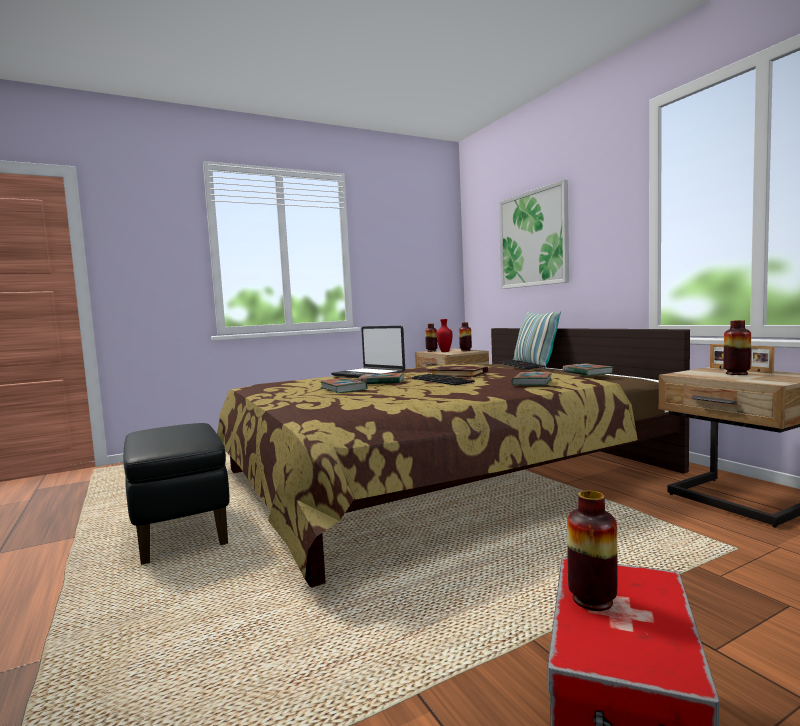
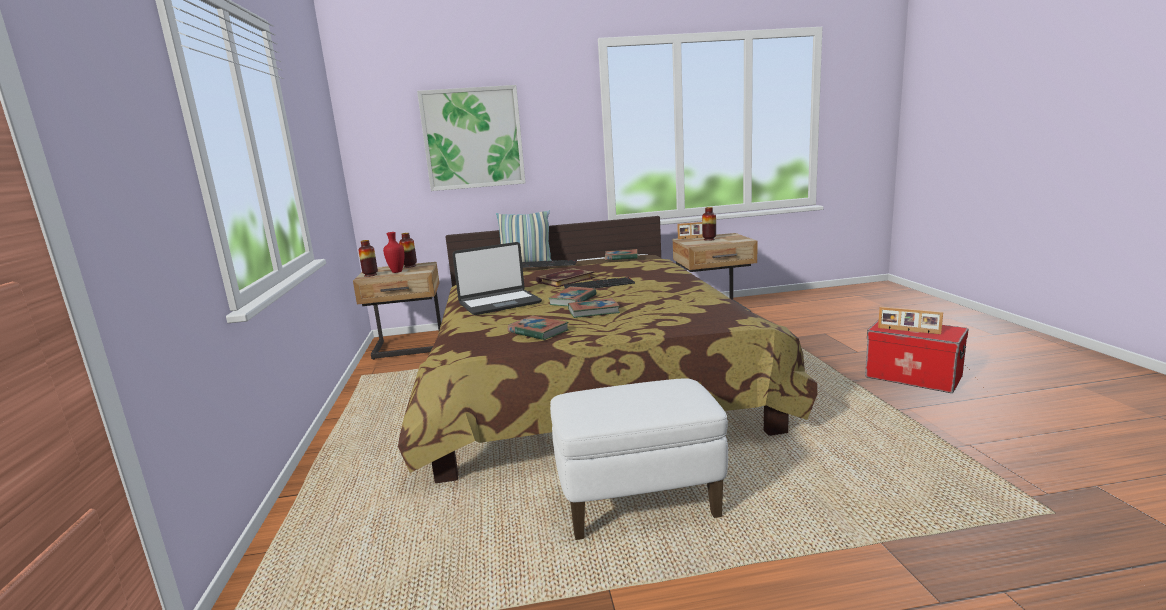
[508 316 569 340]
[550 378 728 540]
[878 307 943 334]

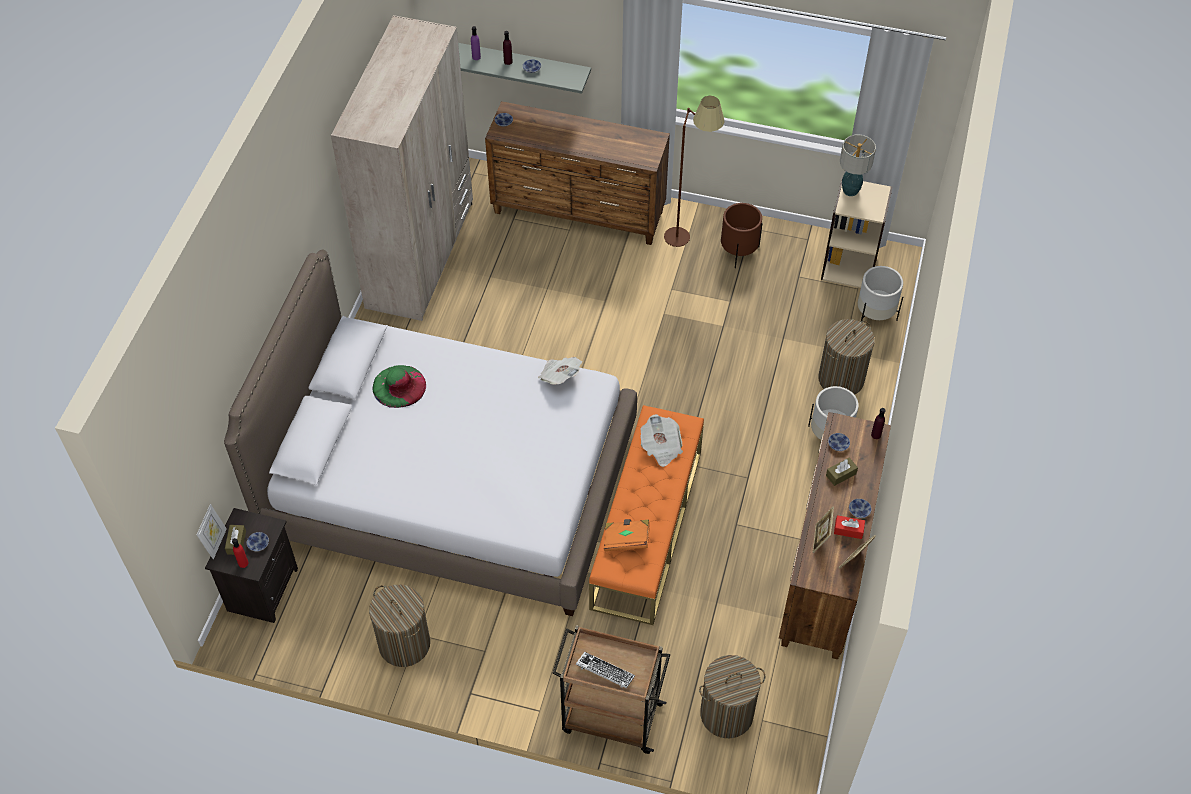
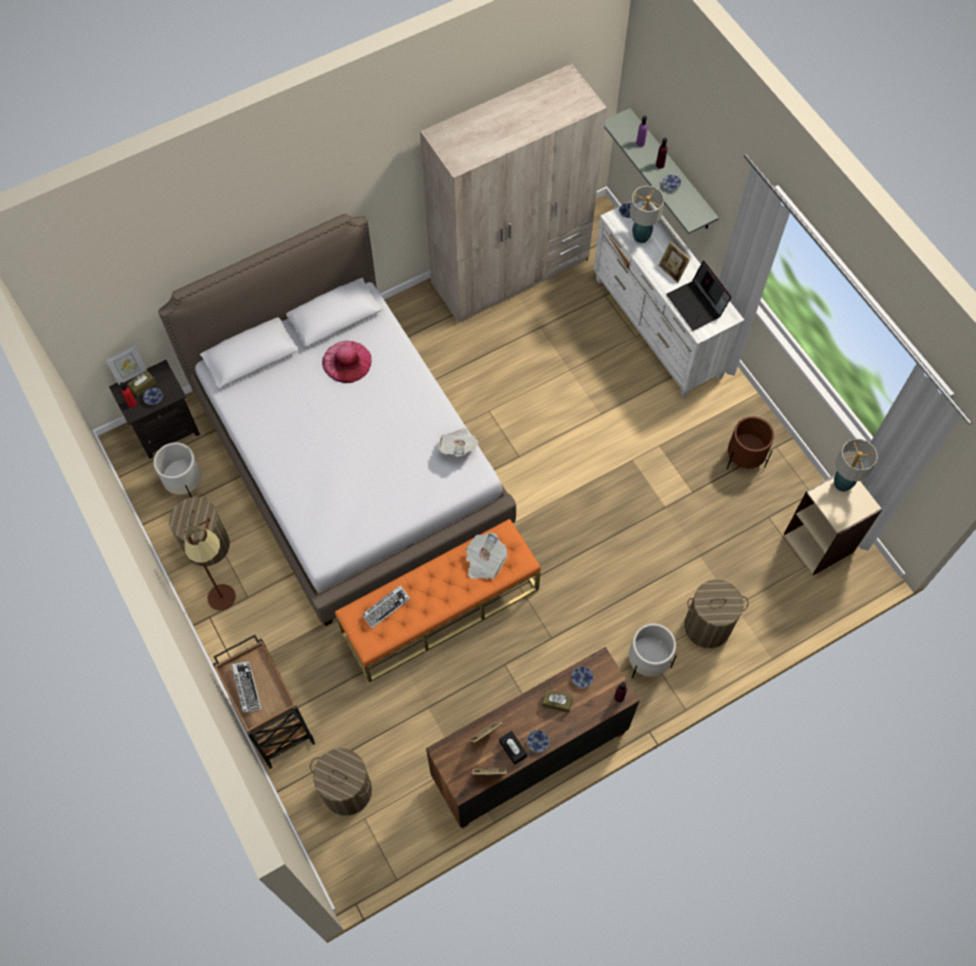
[184 517 236 611]
[594 201 744 398]
[153 442 202 497]
[322 341 372 383]
[499 731 527 765]
[362 585 410 628]
[629 186 664 243]
[658 241 690 283]
[666 261 732 330]

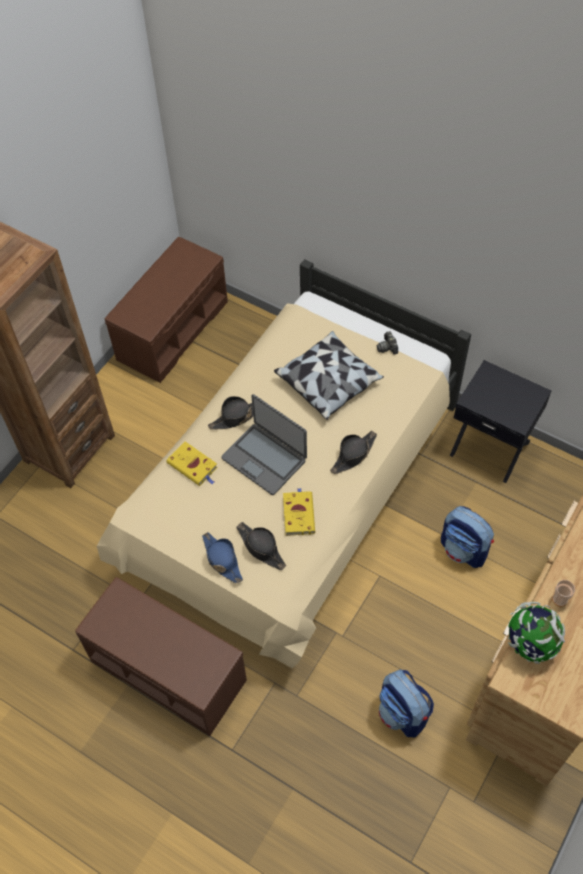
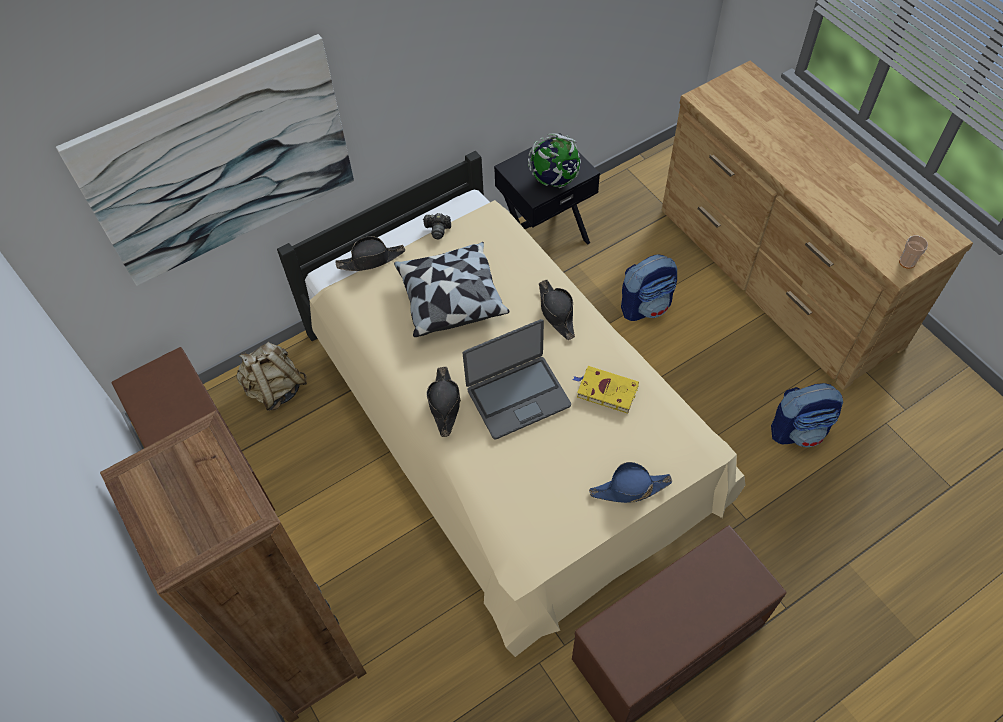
[166 441 218 486] (first image)
[335 236 405 271]
[899 235 928 269]
[528 133 581 188]
[56 34 354 286]
[237 342 307 411]

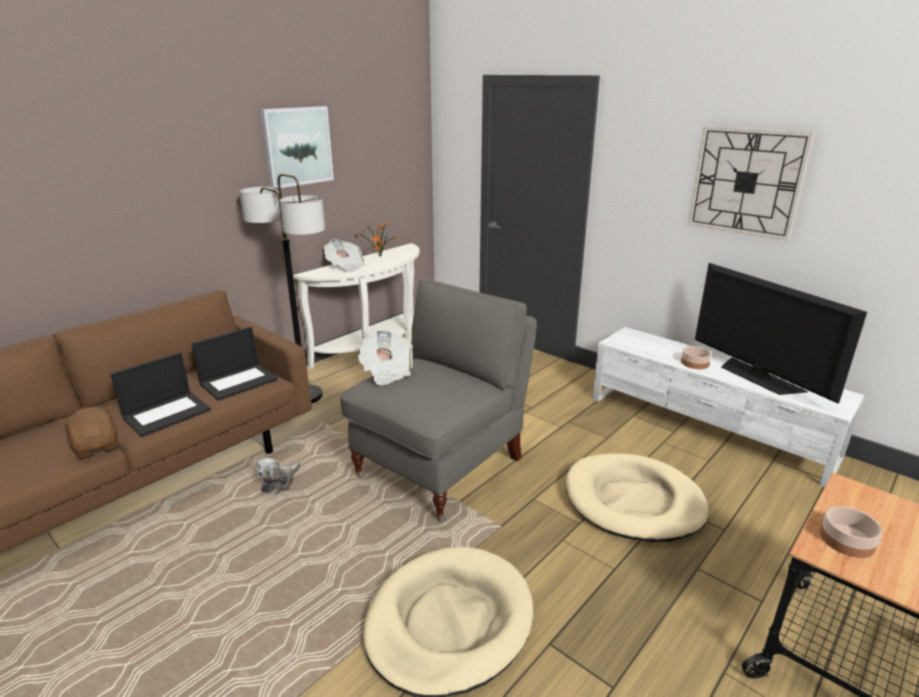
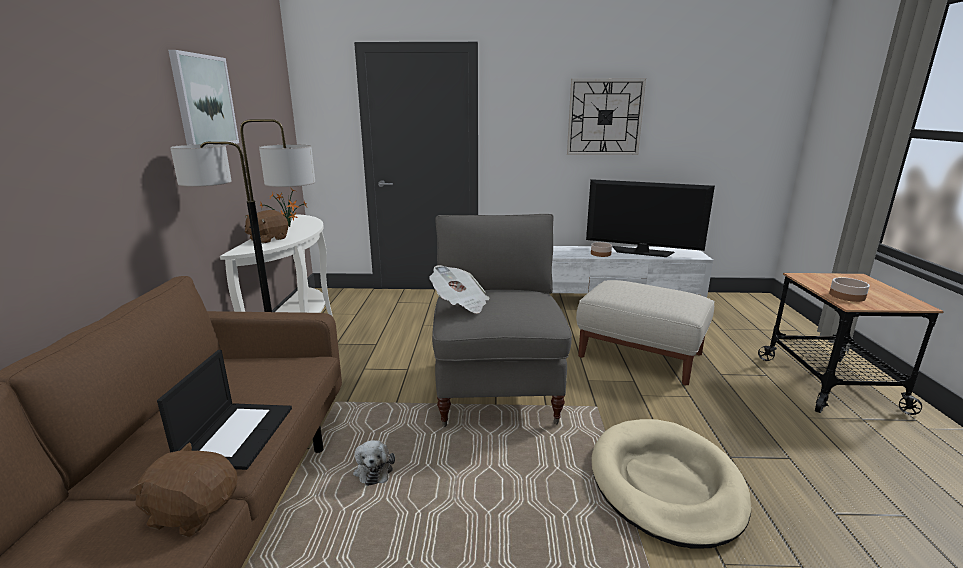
[245 210 288 244]
[191 327 278 400] (first image)
[576 280 715 385]

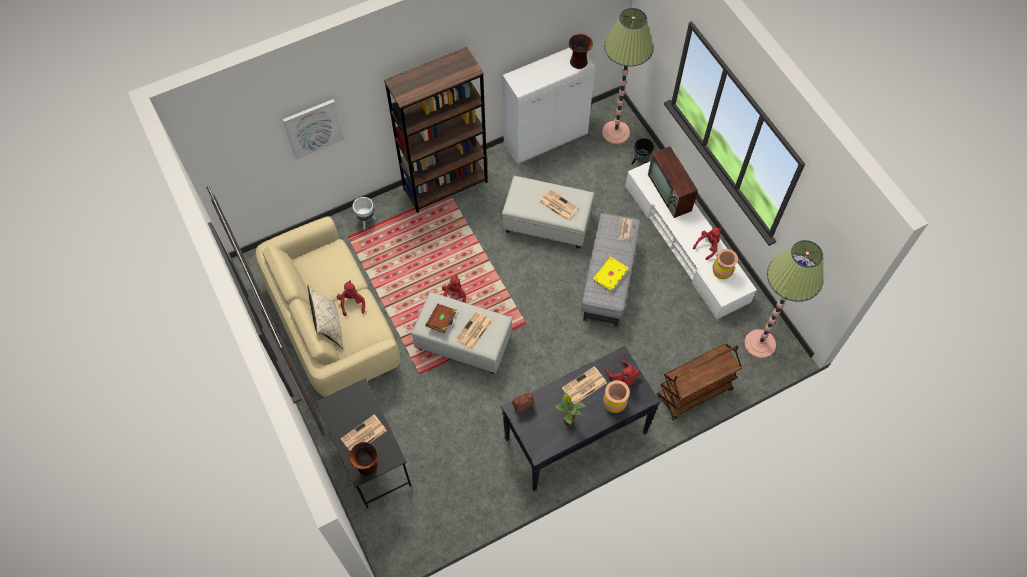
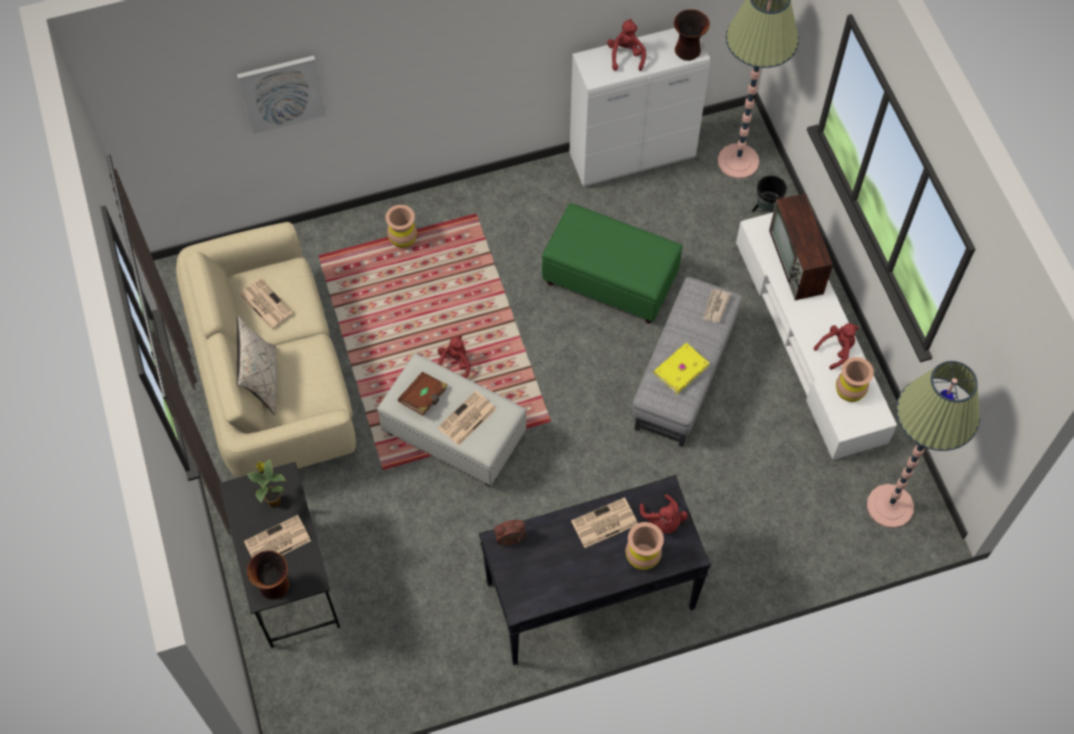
[384 47 488 213] (first image)
[542 203 683 324]
[239 278 293 330]
[353 197 376 230] (first image)
[607 19 646 71]
[657 343 742 420] (first image)
[246 458 286 507]
[385 205 417 248]

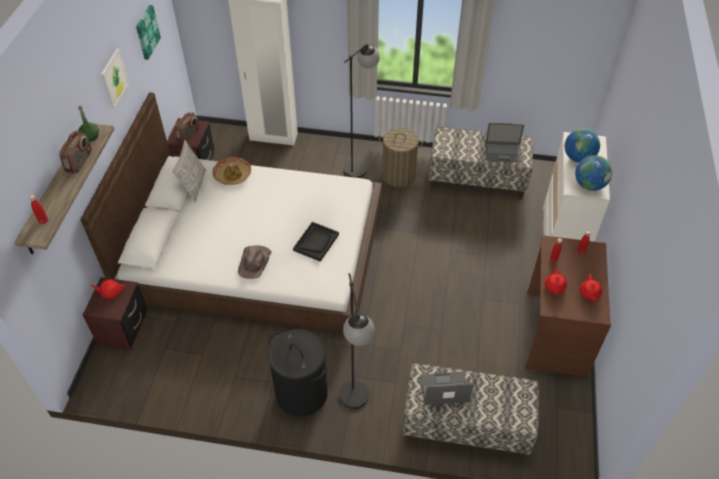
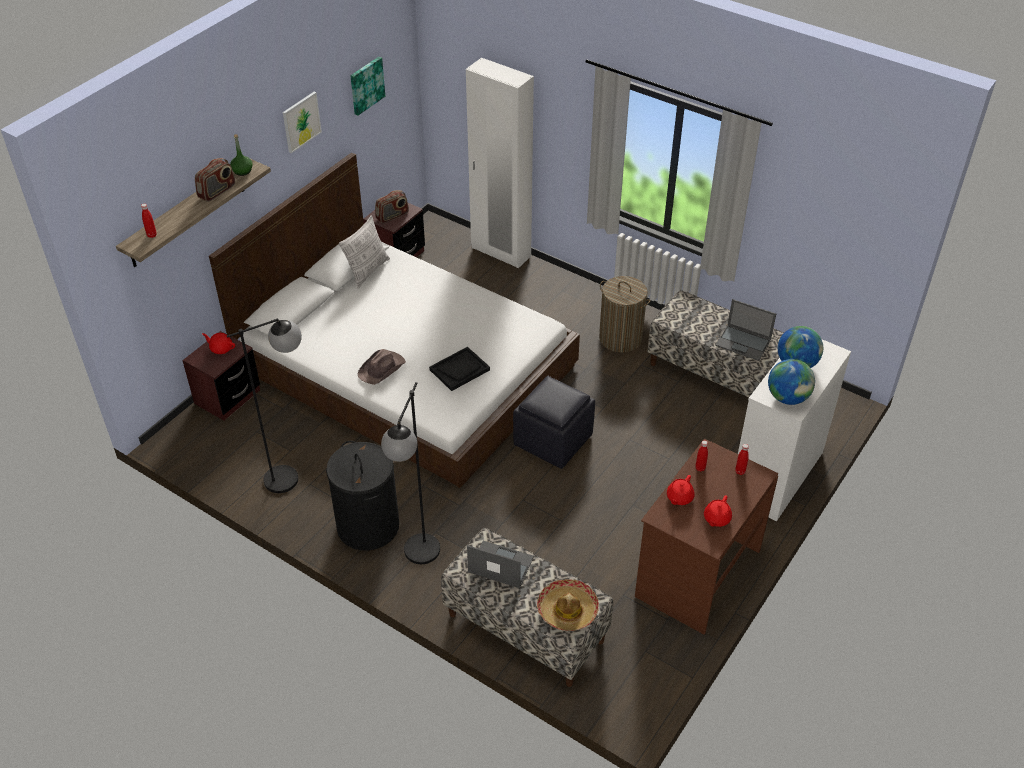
[227 318 302 493]
[537 579 599 631]
[513 376 595 469]

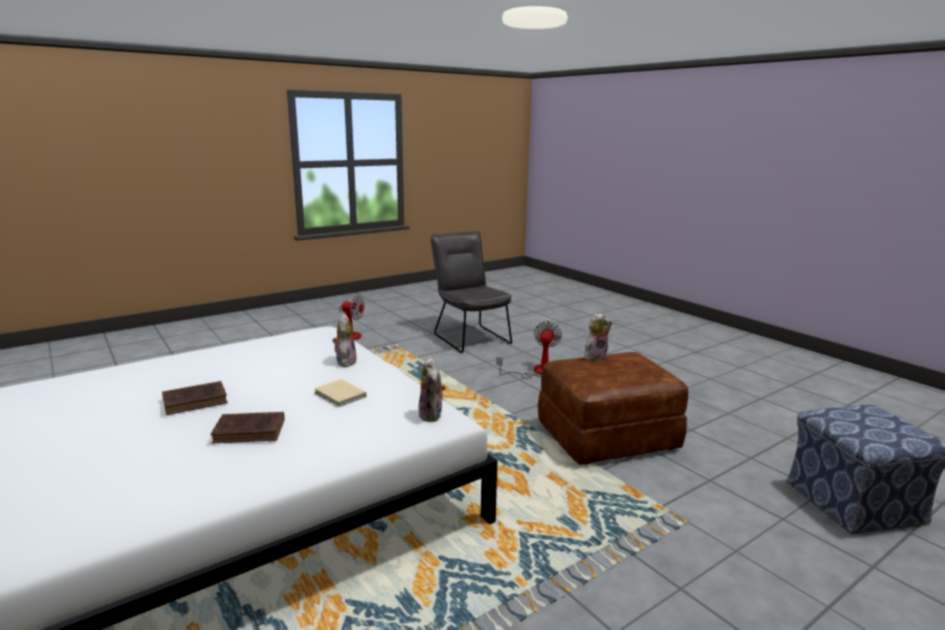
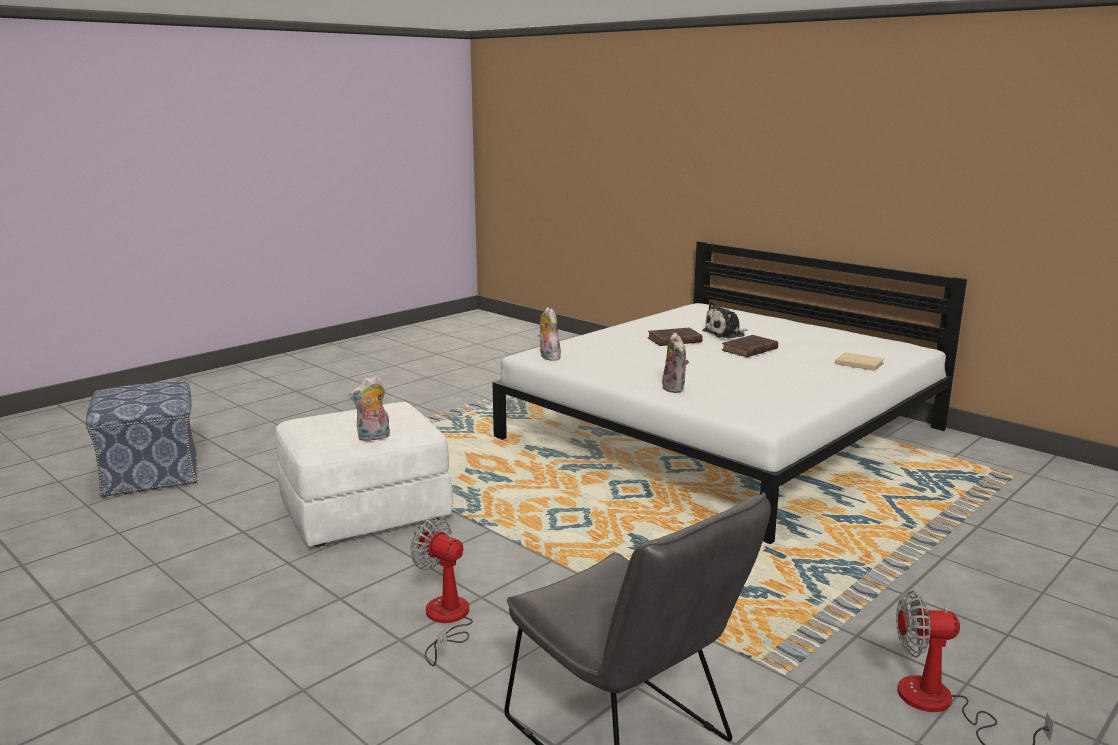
[410 516 473 666]
[275 402 453 547]
[835 352 884 371]
[702 301 747 339]

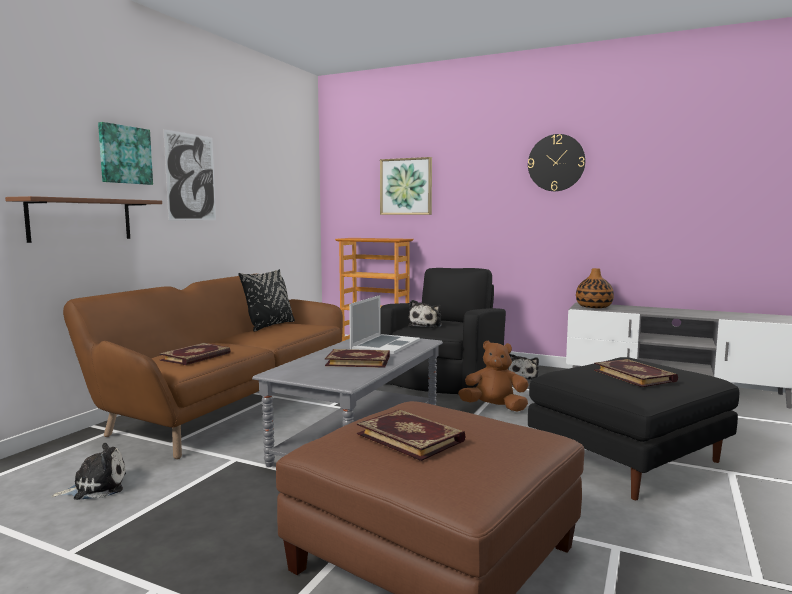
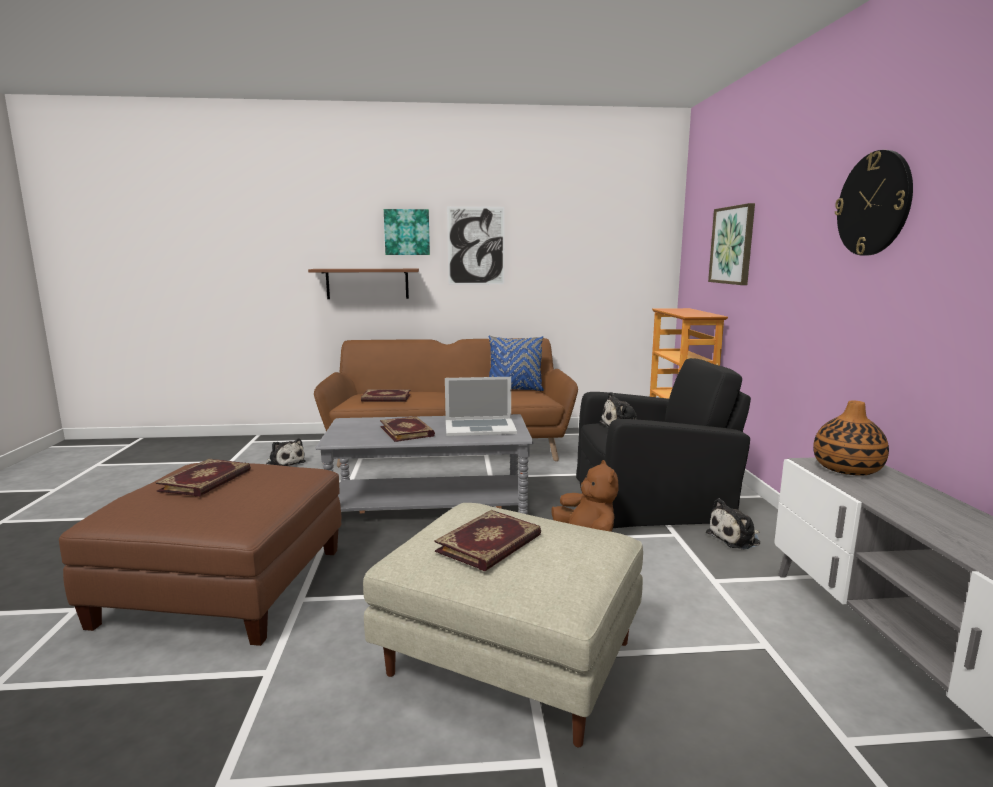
[489 335 544 391]
[363 503 643 747]

